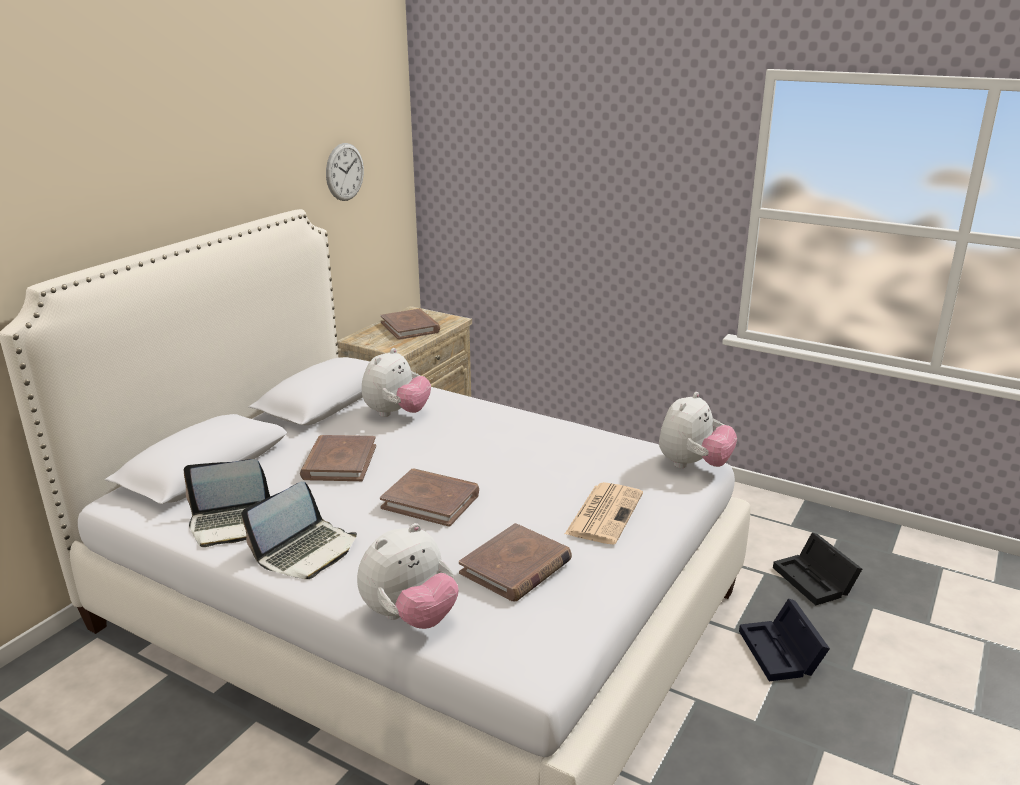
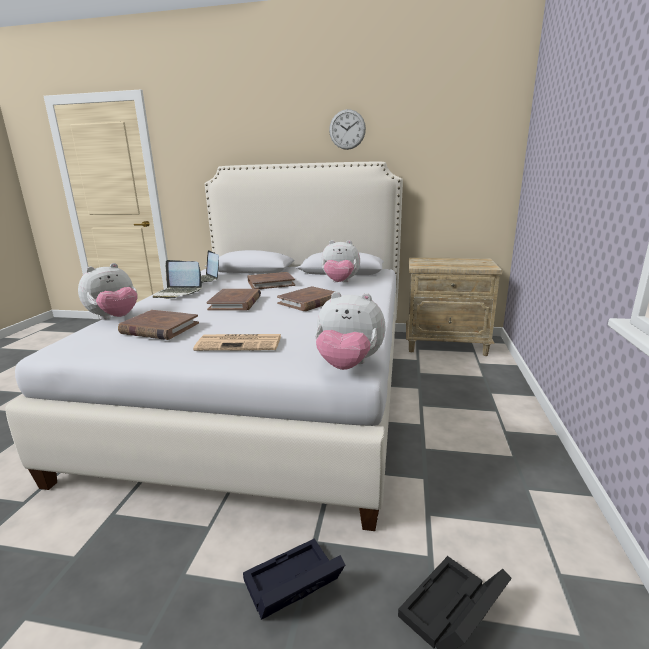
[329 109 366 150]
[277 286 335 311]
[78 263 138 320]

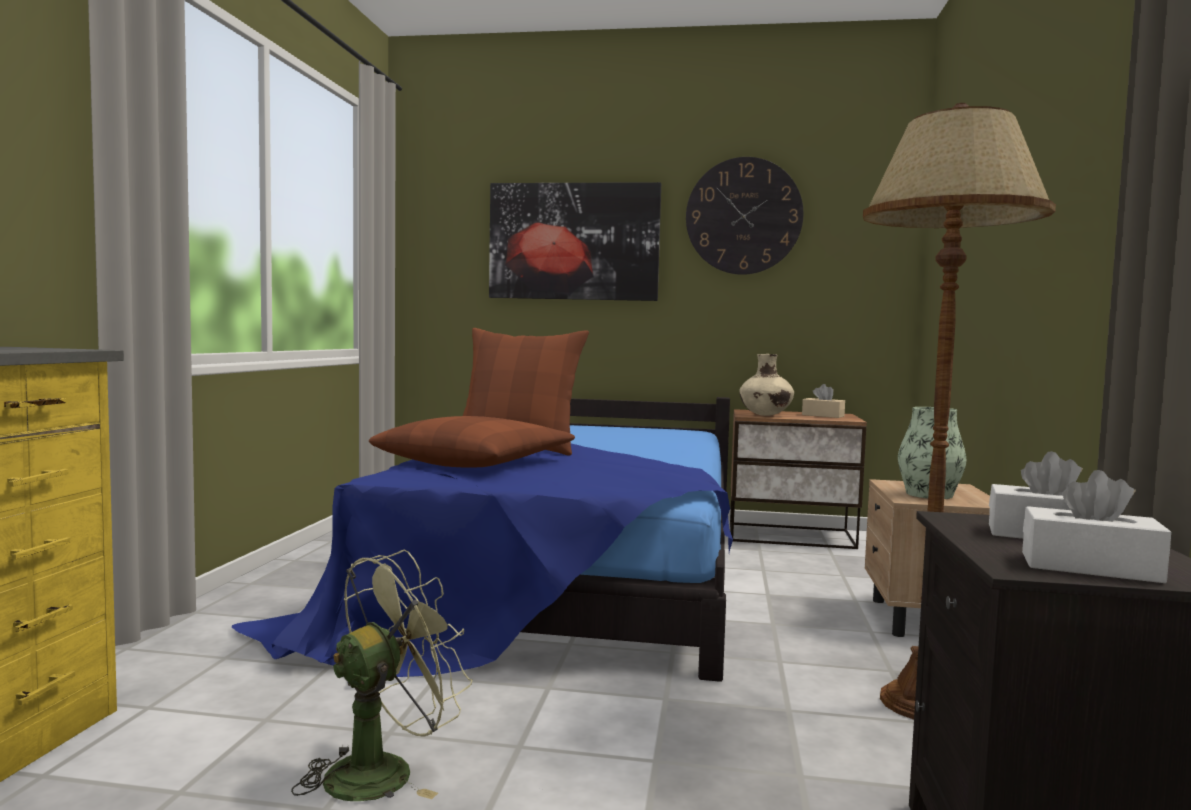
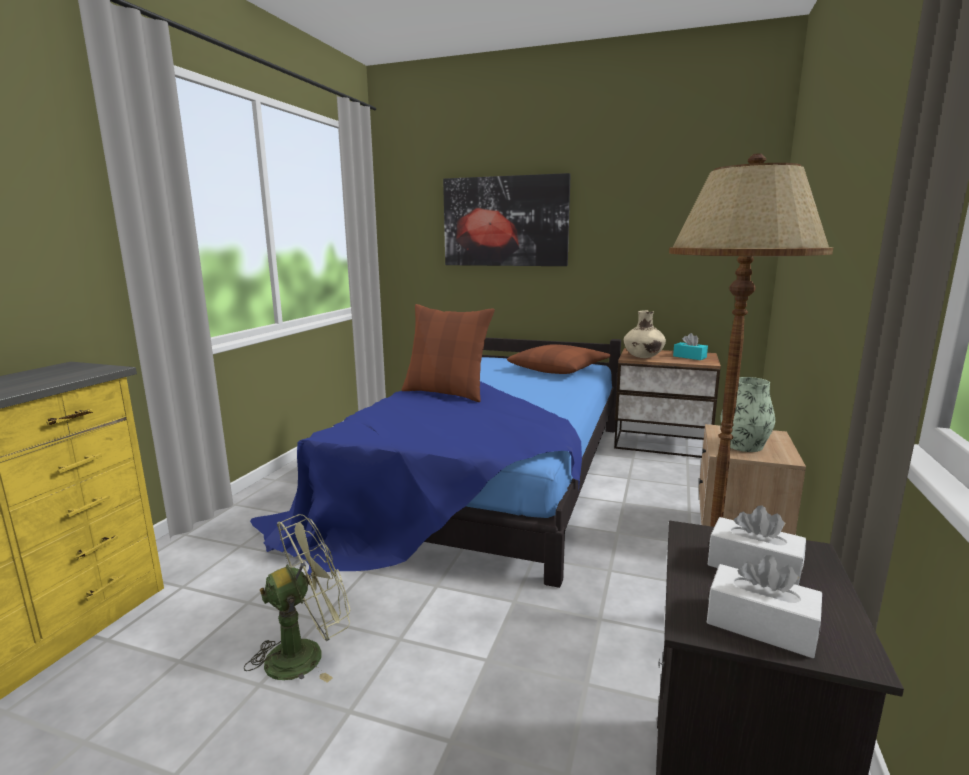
[686 157 804 275] (first image)
[673 333 708 360]
[507 344 611 374]

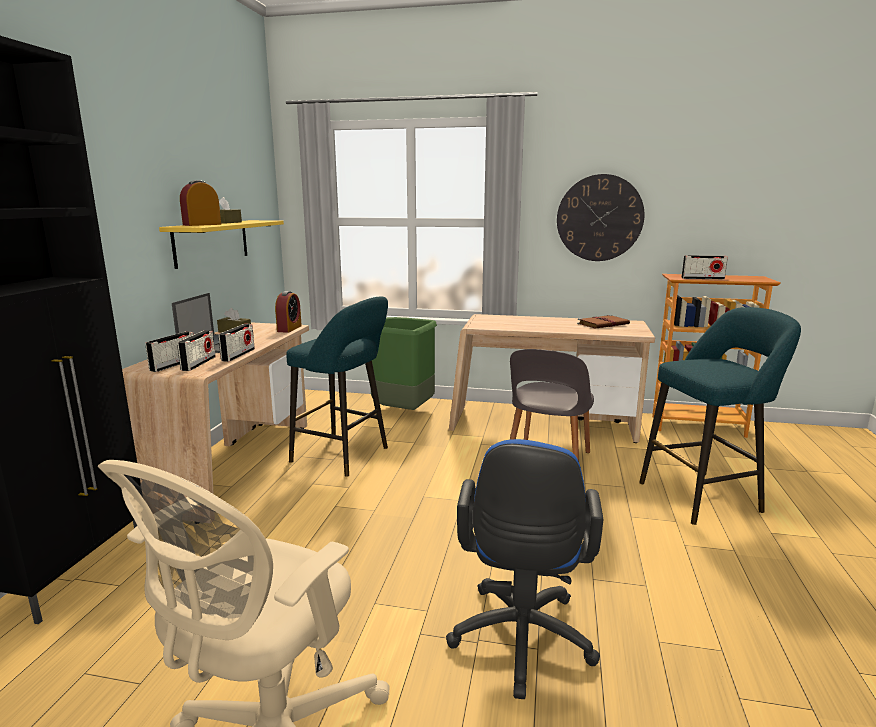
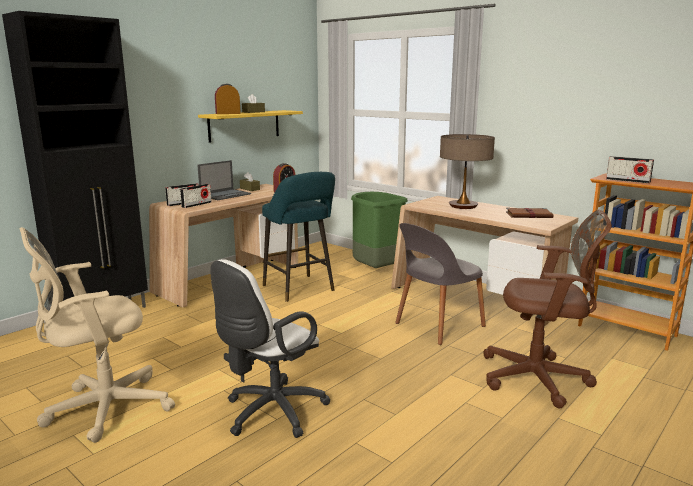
[557 174 644 261] (first image)
[483 210 612 409]
[218 324 255 362] (first image)
[210 259 330 438]
[440 134 495 209]

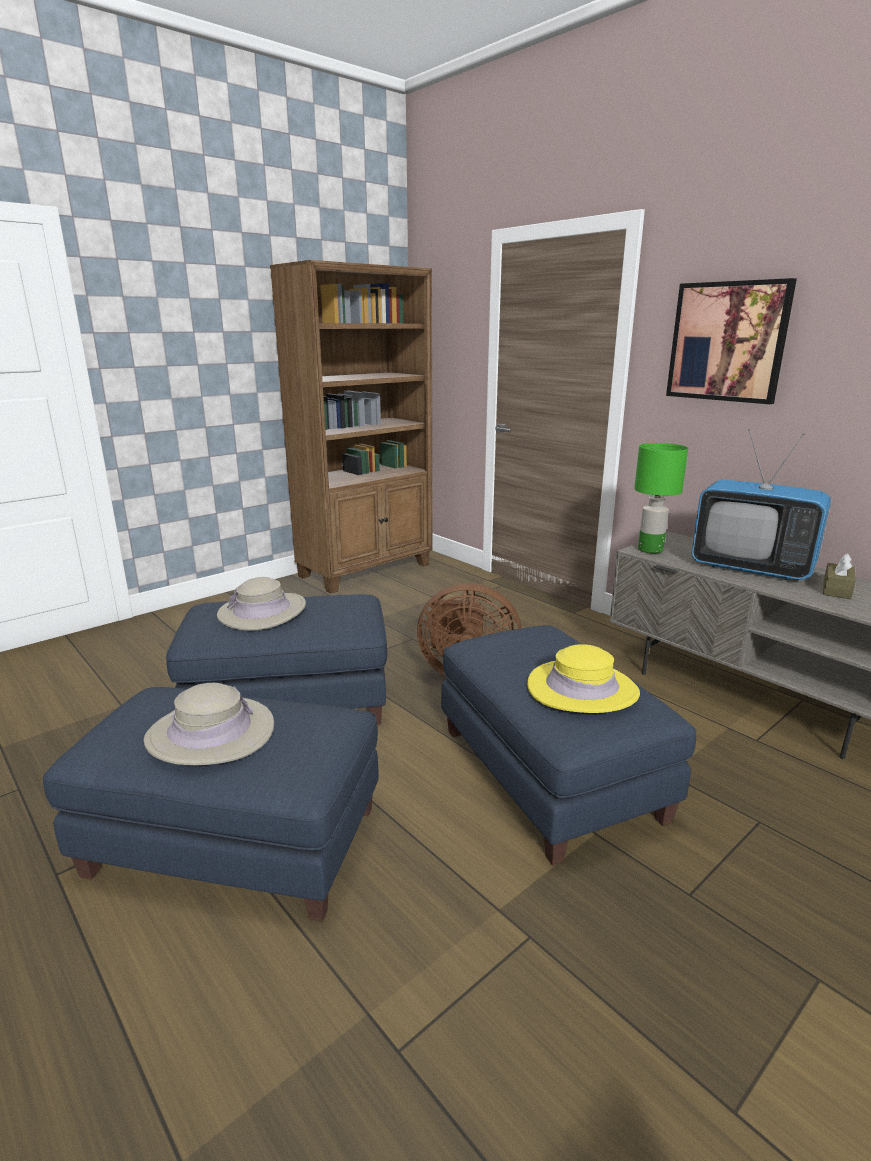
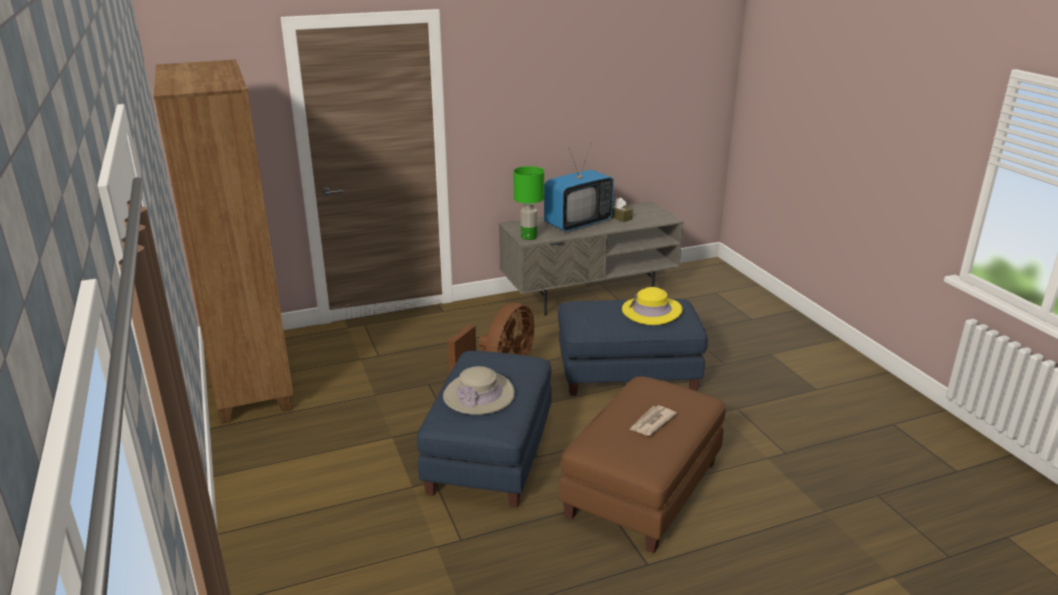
[666 278 797 404] (first image)
[629 405 677 436]
[559 377 726 553]

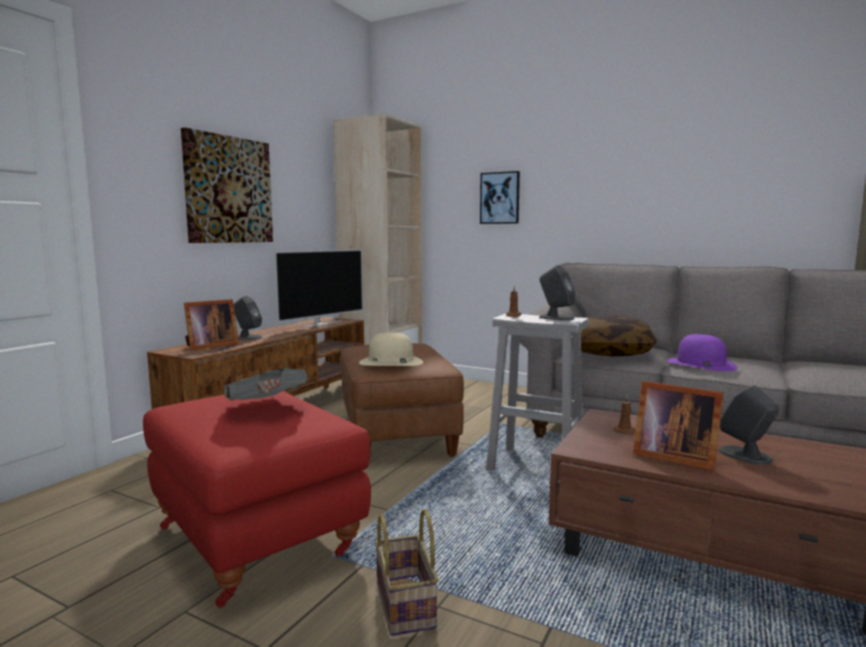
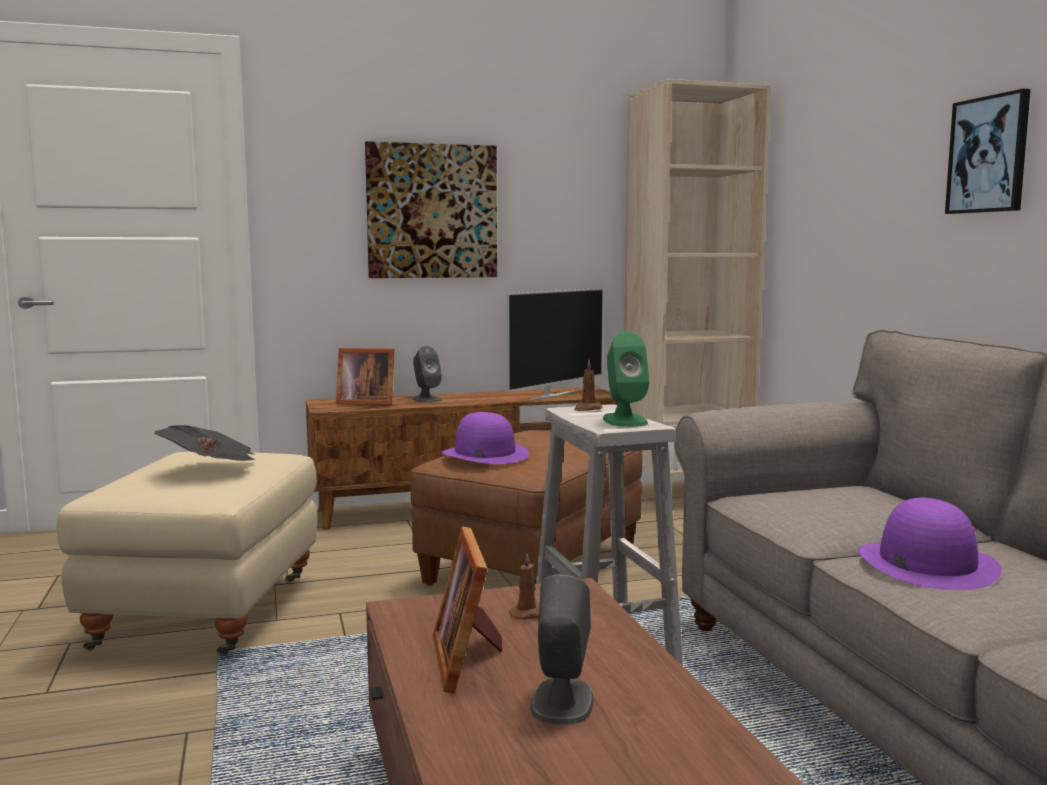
[945 89 1031 214]
[507 288 604 401]
[603 332 649 427]
[581 316 657 356] (first image)
[441 412 529 464]
[57 452 317 655]
[375 509 439 636] (first image)

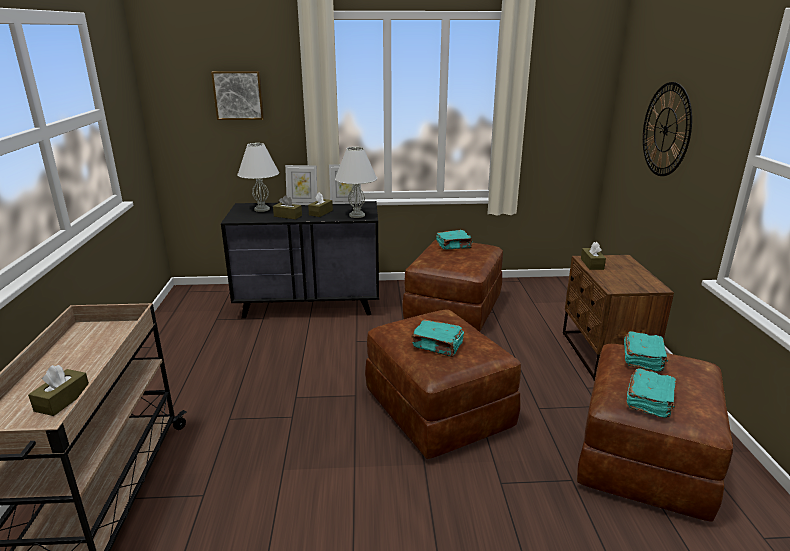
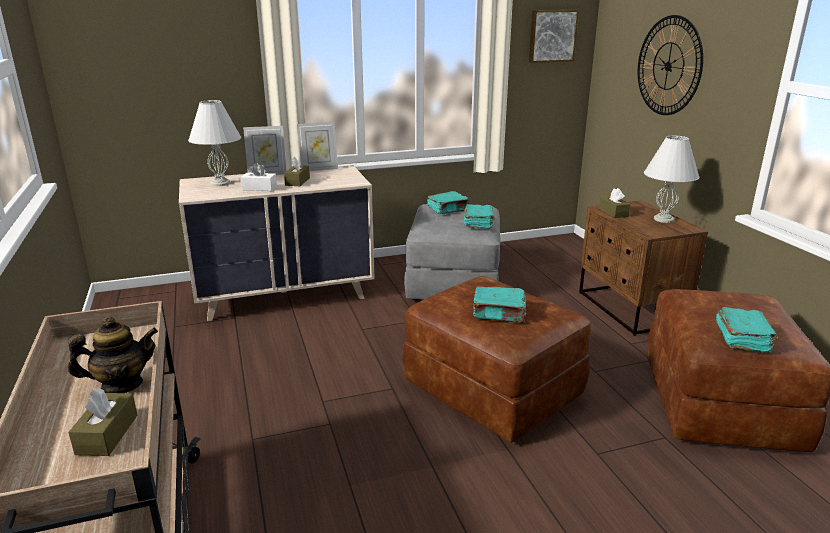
[529 10 579 63]
[644 136 700 223]
[241 163 277 191]
[179 165 375 321]
[404 204 500 301]
[464 204 495 229]
[68 316 158 393]

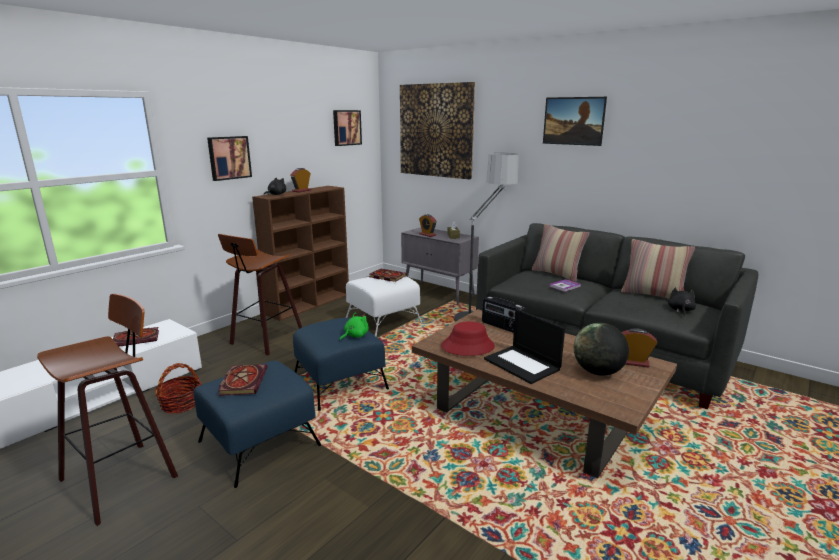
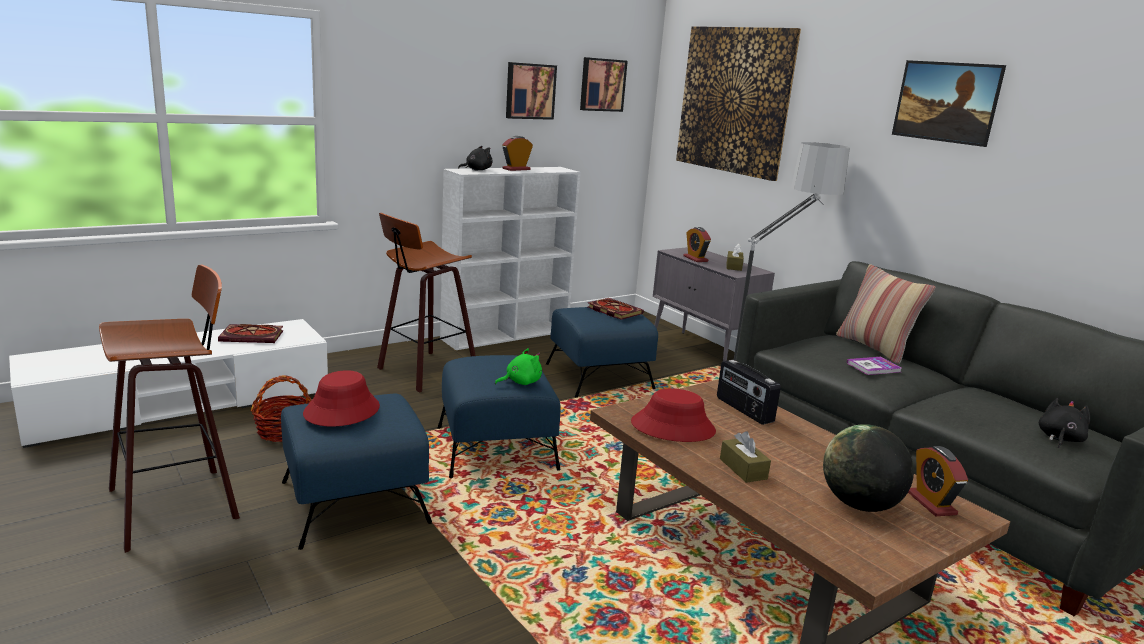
[506 62 557 120]
[440 167 580 350]
[621 239 695 299] (first image)
[546 307 658 398]
[720 431 771 483]
[908 446 968 516]
[303 370 380 427]

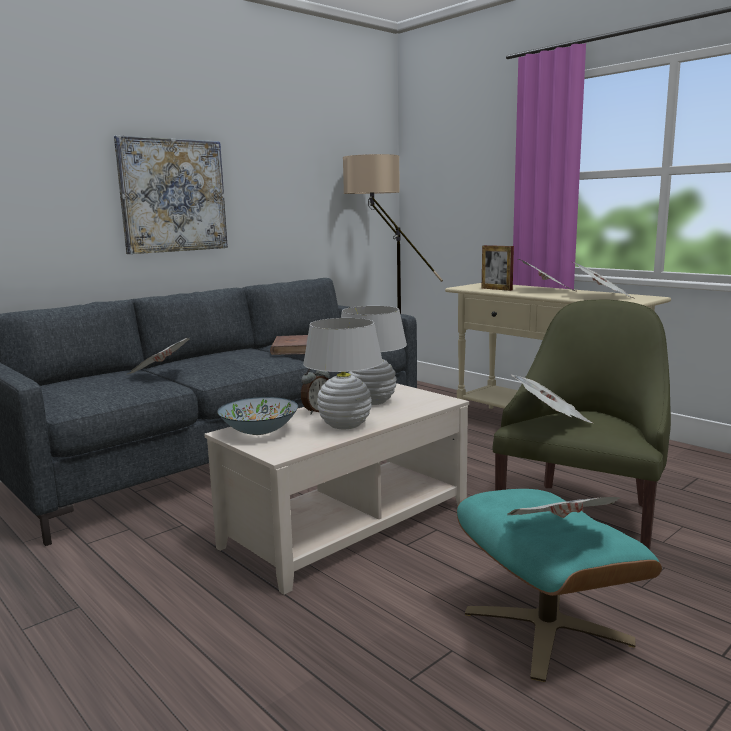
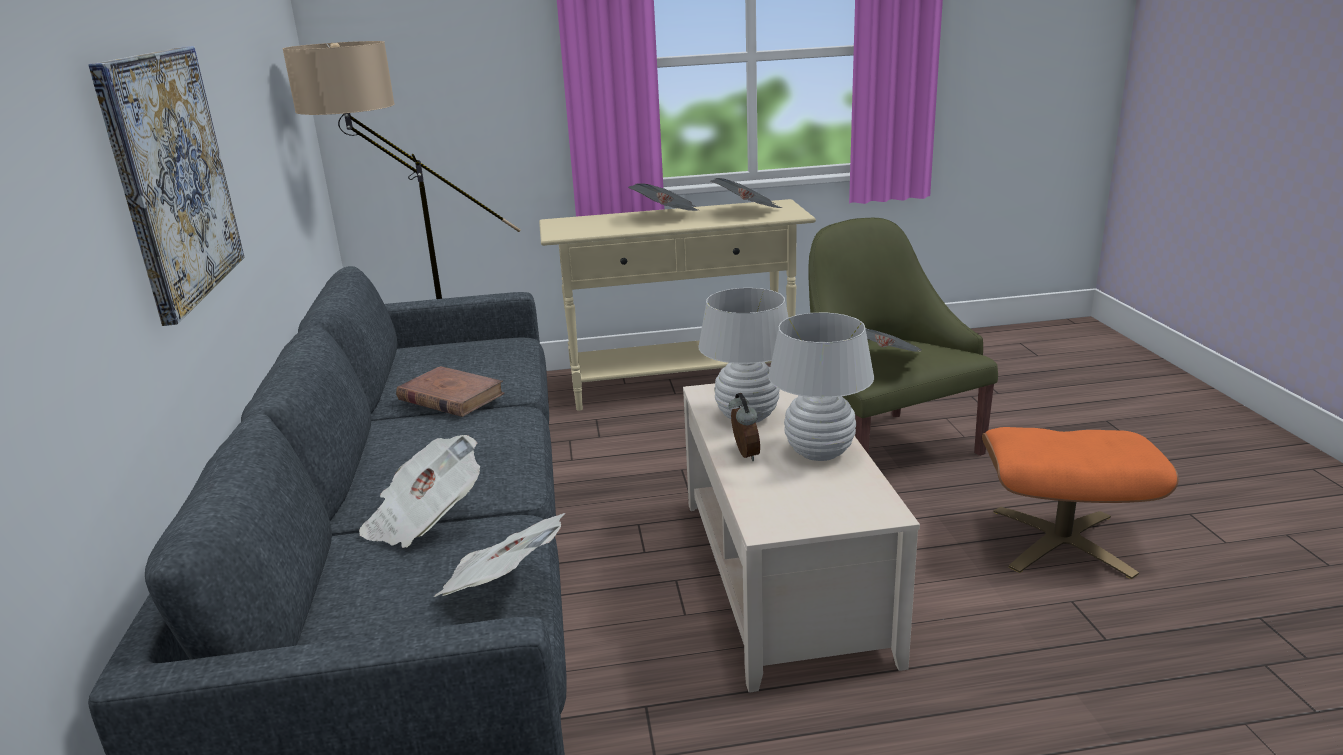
[482 245 514 291] (first image)
[217 397 298 435] (first image)
[982 427 1179 579]
[434 513 565 597]

